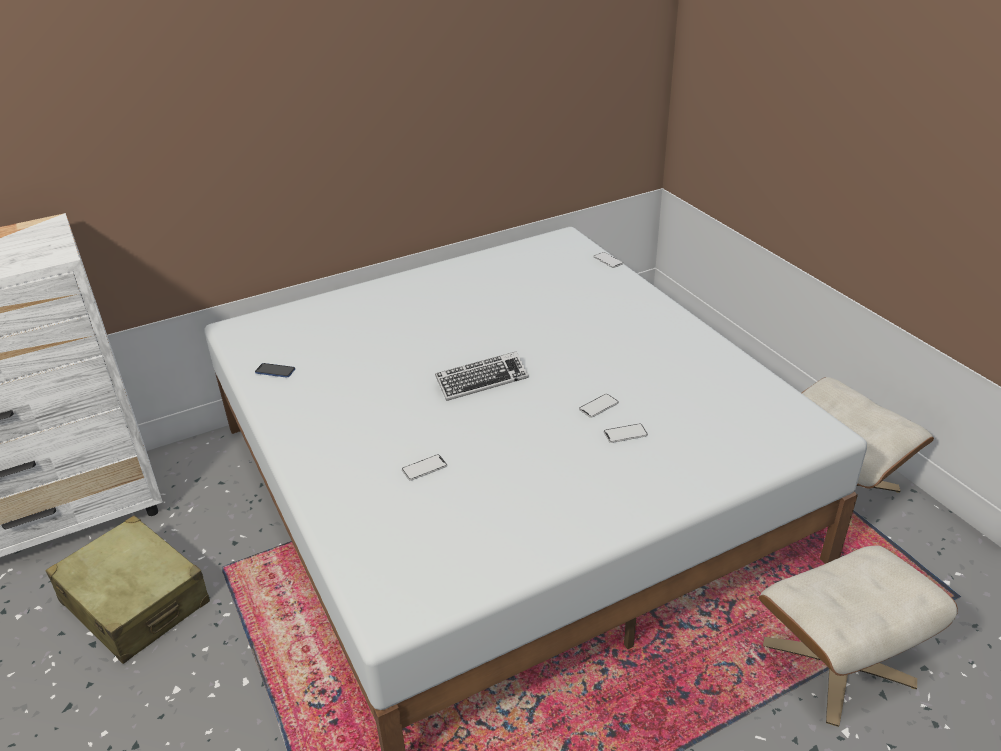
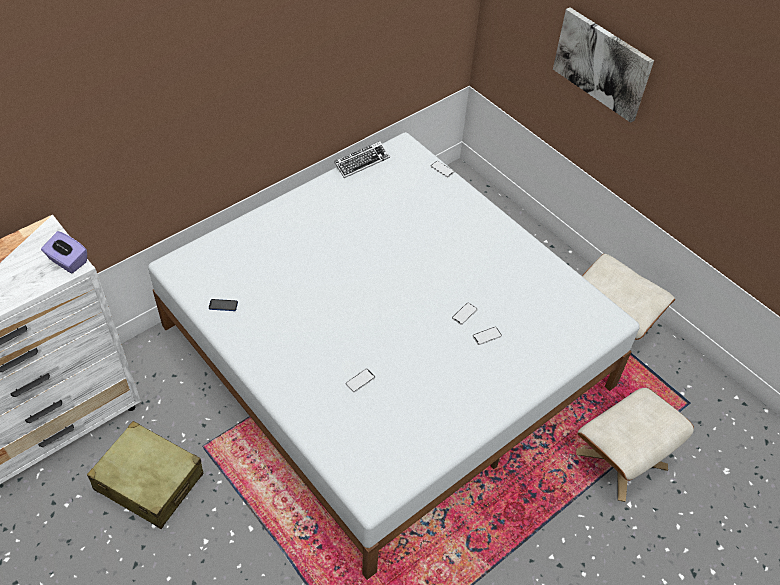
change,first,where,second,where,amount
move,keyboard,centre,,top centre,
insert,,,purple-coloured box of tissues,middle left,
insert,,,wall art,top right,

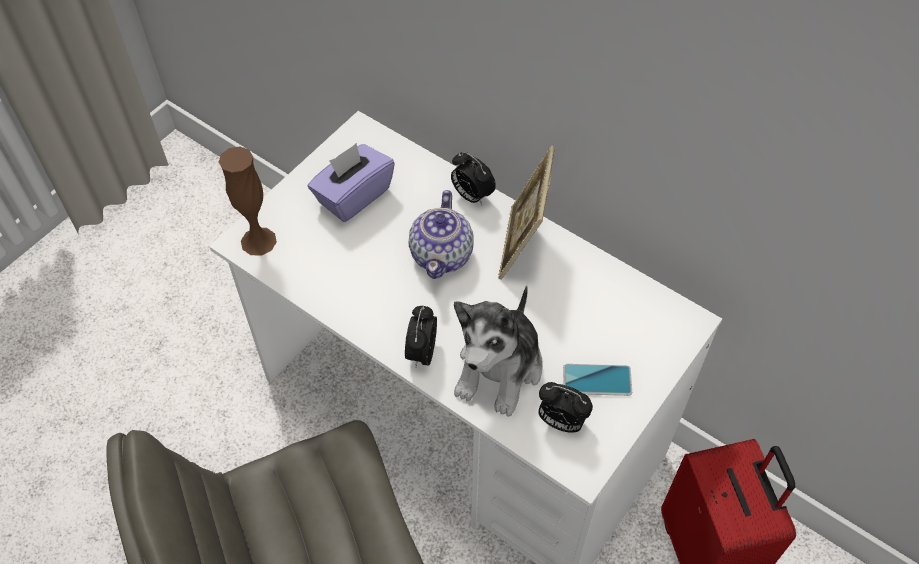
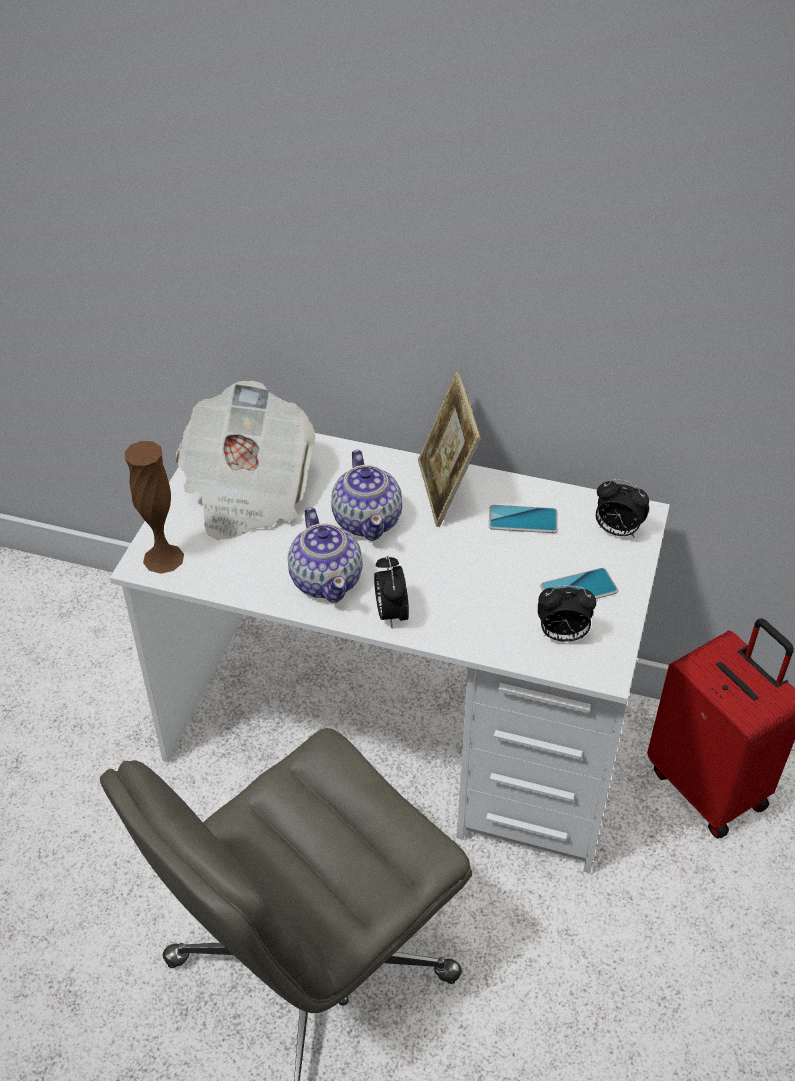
change,first,where,second,where,amount
replace,purple-coloured box of tissues,top centre,newspaper,middle left,
move,bedside clock (2nd from left in the first image),top centre,bedside clock (3rd from left),middle right,
delete,plush toy,centre,,,
insert,,,pot for tea (1st from left),centre,
insert,,,telephone (1st from left),centre,

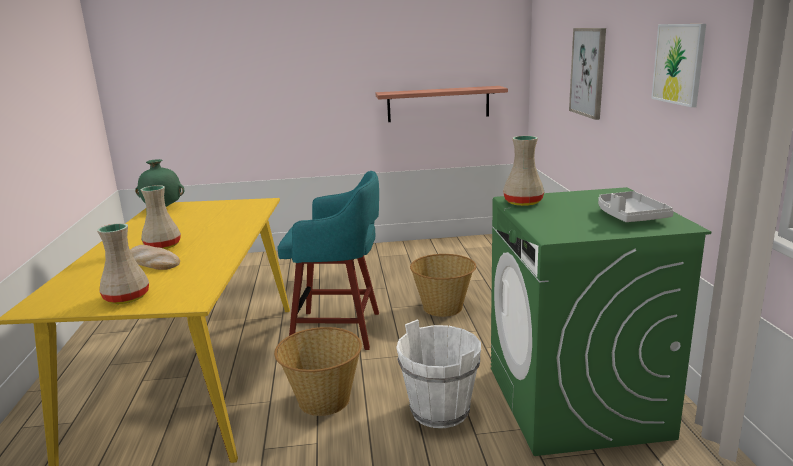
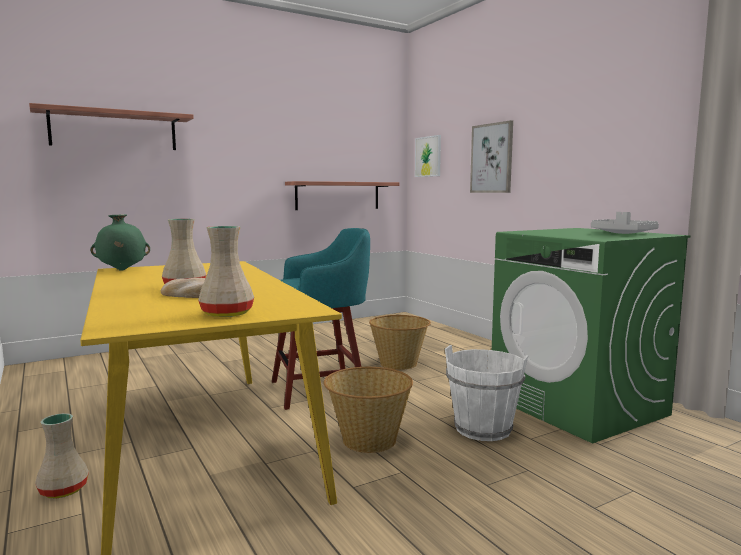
change,first,where,second,where,amount
move,beige-coloured decorative vase (3rd from left in the first image),centre,beige-coloured decorative vase (1st from left),bottom left,
move,wall art (2nd from left in the first image),top right,wall art (1st from left),top centre,
insert,,,wall shelf (1st from left),top left,

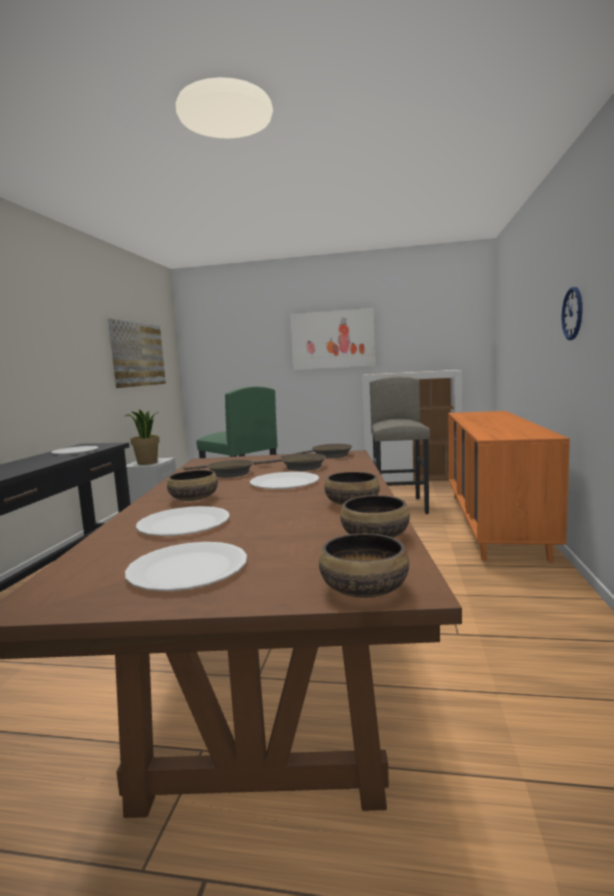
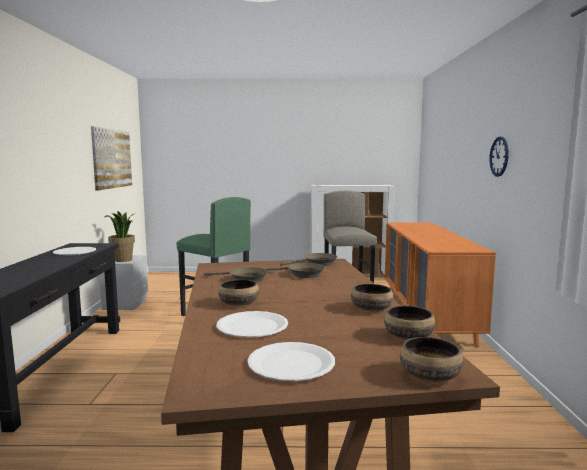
change,first,where,second,where,amount
delete,white dinner plate (4th from left),centre,,,
delete,wall art (2nd from left),centre,,,

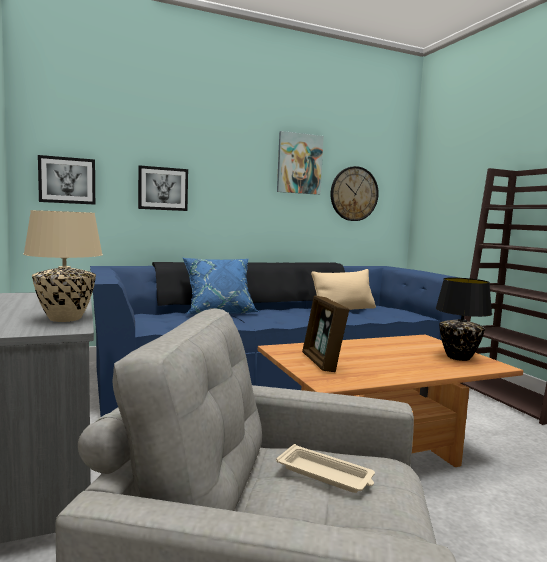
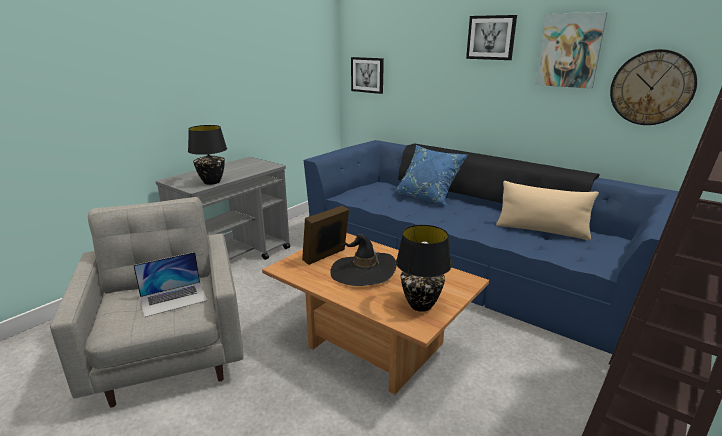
change,first,where,second,where,amount
recolor,beige-coloured table lamp,middle left,blackish table lamp (1st from left),middle left,
move,wall art (2nd from left),middle left,,top right,
replace,beige-coloured serving tray,bottom centre,notebook computer,middle left,
insert,,,blackish hat,centre,

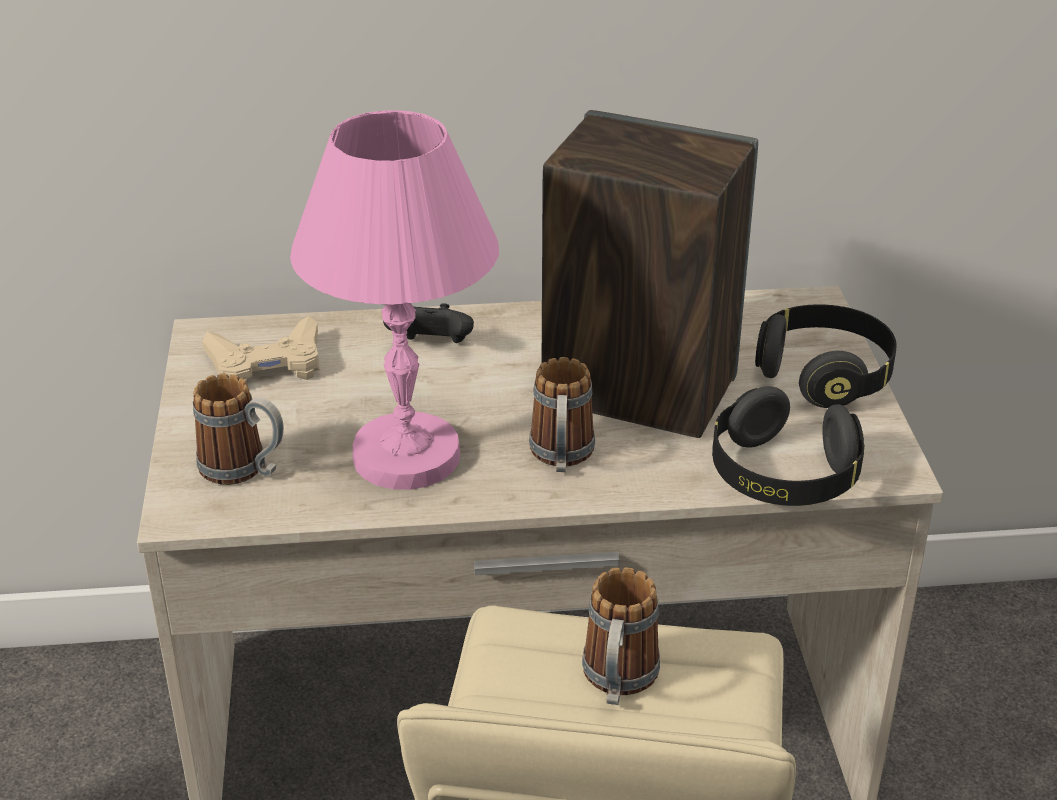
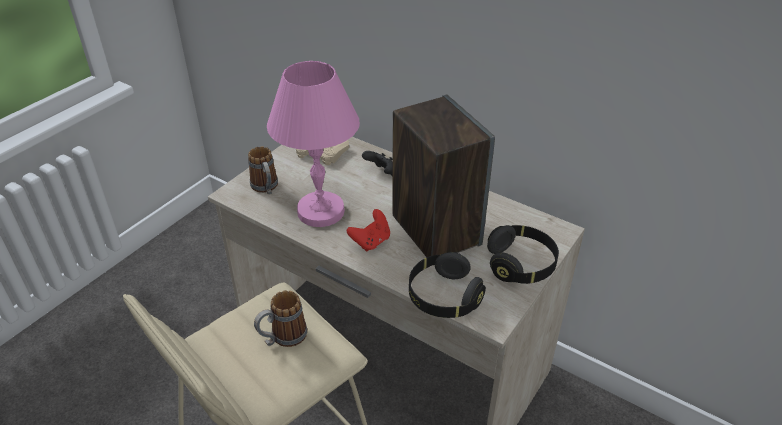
change,first,where,second,where,amount
replace,tea mug (2nd from left),centre,reddish gamepad,centre,

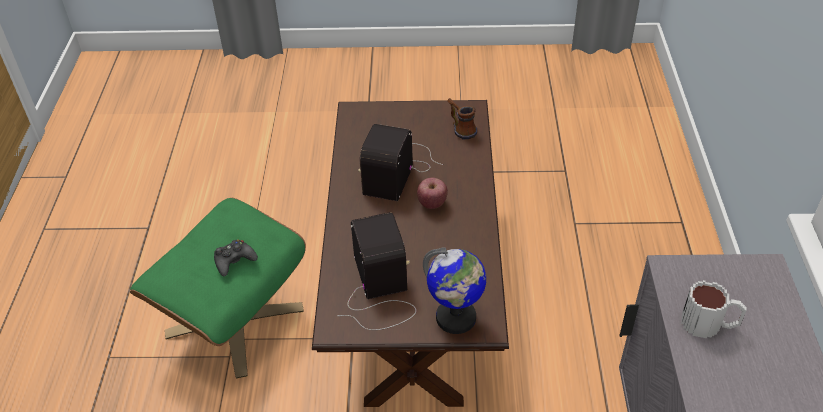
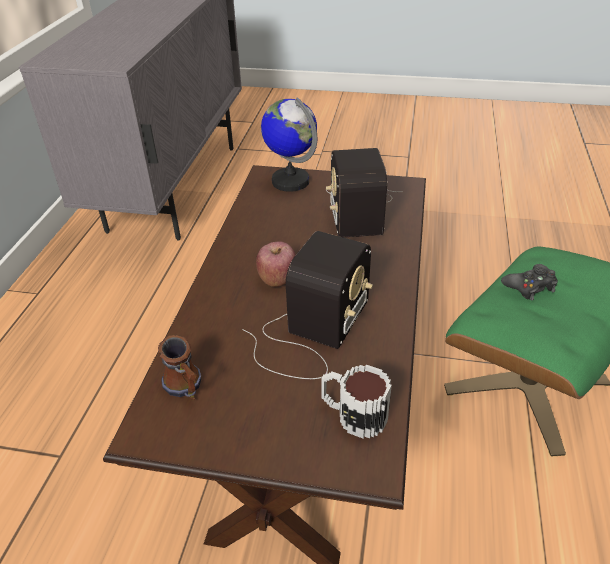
change,first,where,second,where,amount
move,tea mug (2nd from left),bottom right,,bottom centre,

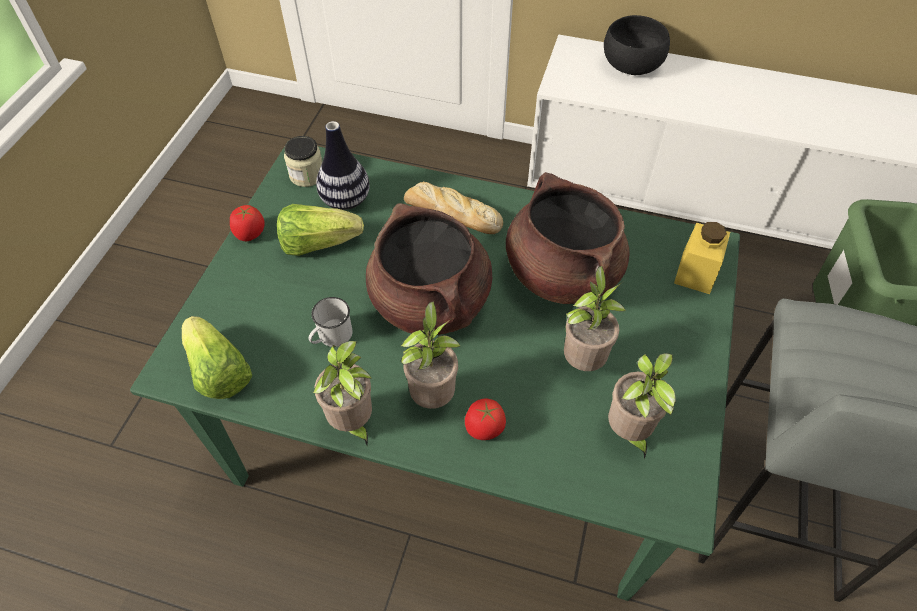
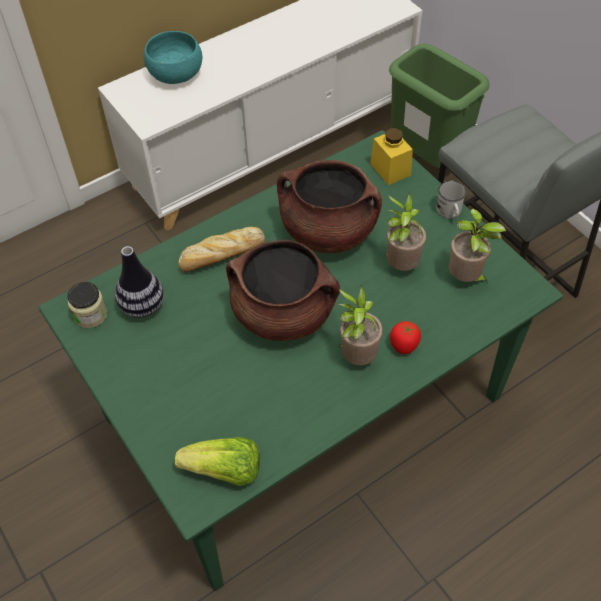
change,first,where,second,where,amount
delete,whole tomato (1st from left),middle left,,,
delete,head of lettuce (2nd from left),centre,,,
move,white tea mug,centre,,top right,
delete,potted plant (1st from left),centre,,,
recolor,blackish deep dish,top right,turquoise deep dish,top left,

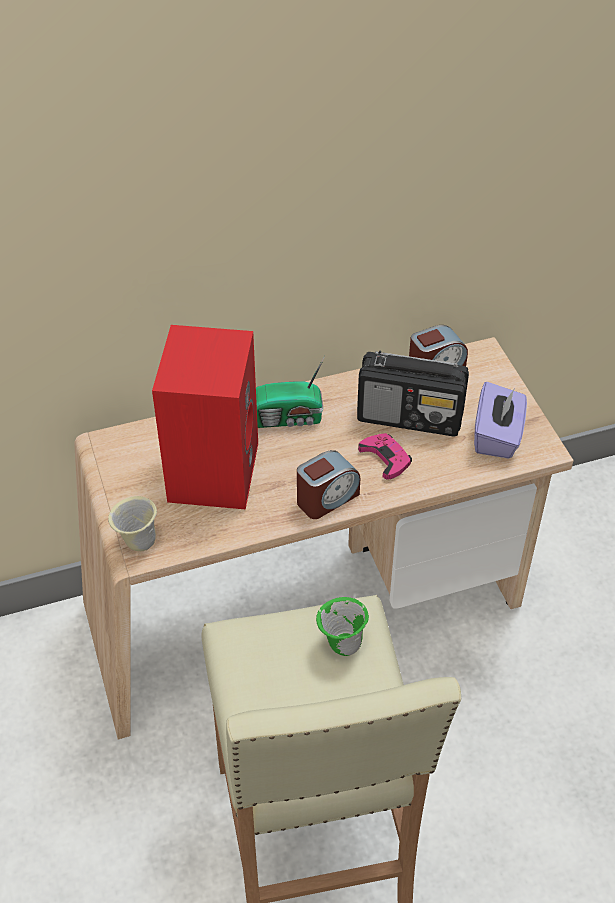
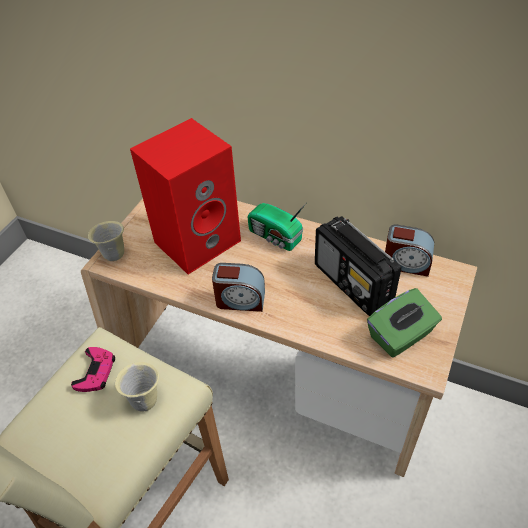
change,first,where,second,where,amount
recolor,green-coloured tea mug,bottom centre,beige-coloured tea mug (2nd from left),bottom left,
move,pink gamepad,centre,,bottom left,
recolor,purple-coloured box of tissues,middle right,green-coloured box of tissues,middle right,

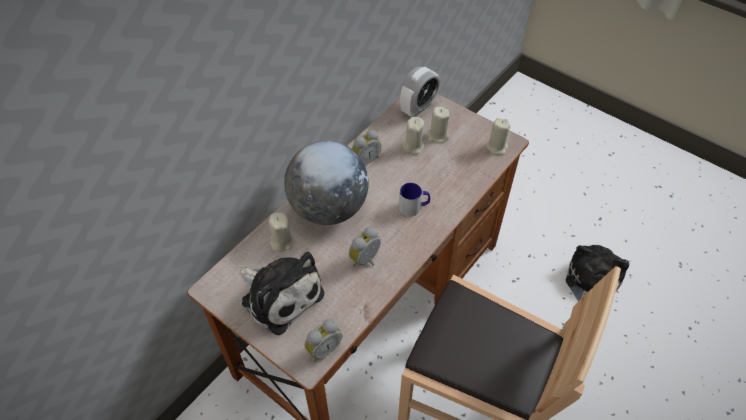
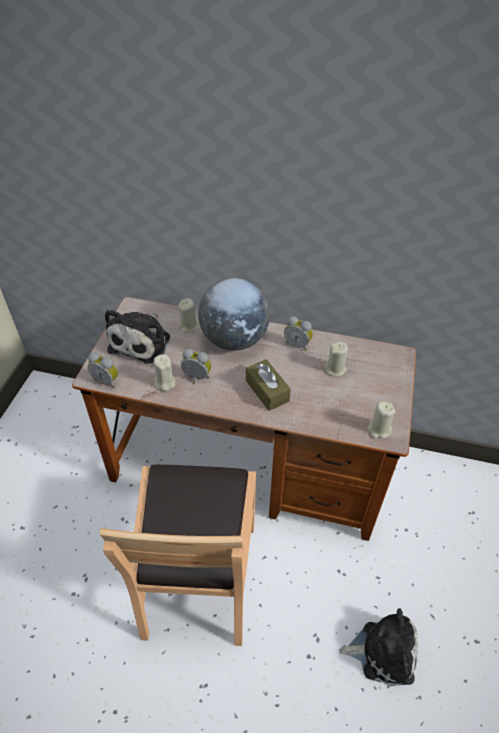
change,first,where,second,where,amount
replace,tea mug,centre,brownish box of tissues,centre,
delete,bedside clock (4th from left),top centre,,,
move,beige-coloured candle (3rd from left in the first image),top centre,beige-coloured candle (1st from left),middle left,

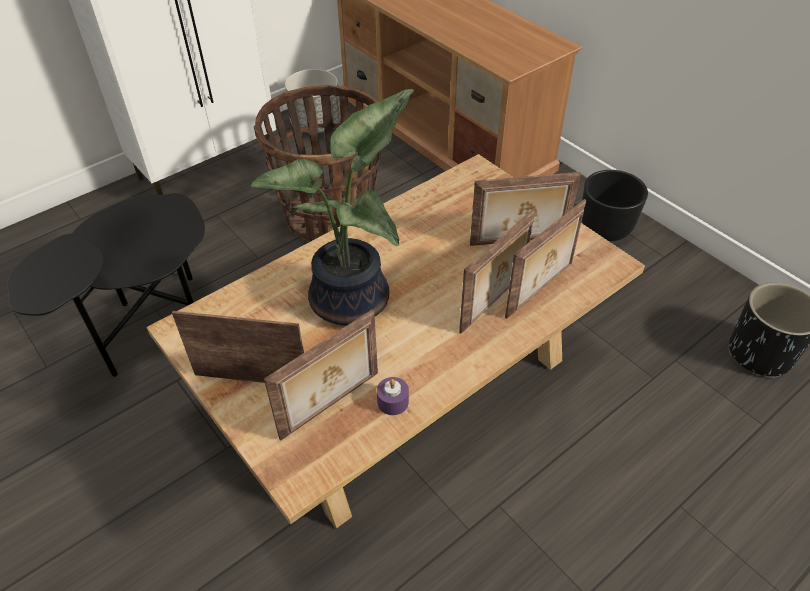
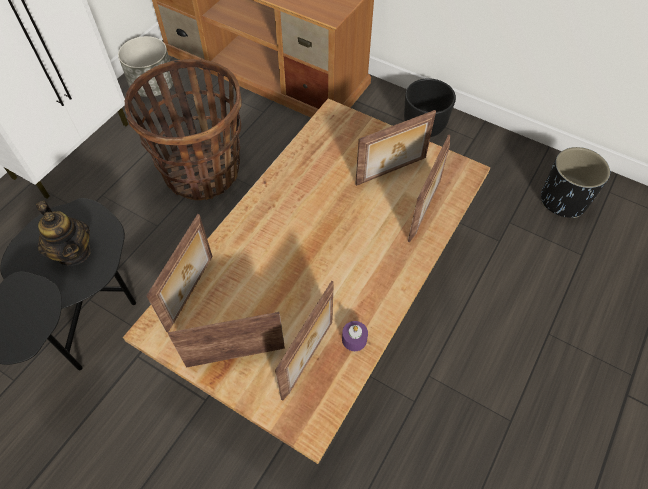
change,first,where,second,where,amount
delete,potted plant,centre,,,
move,photo frame (3rd from left in the first image),centre,photo frame (1st from left),middle left,
insert,,,pot for tea,middle left,

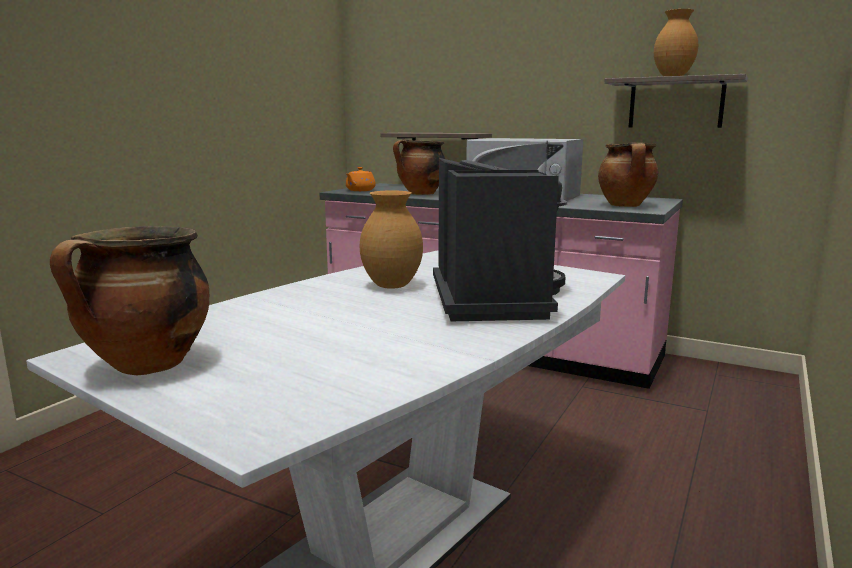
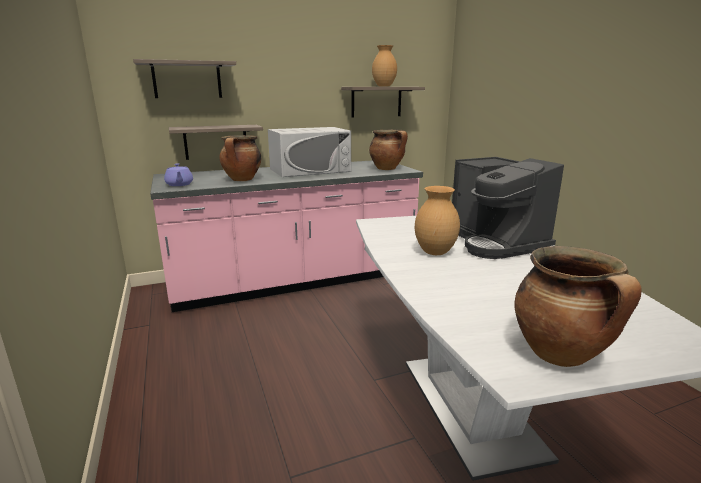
change,first,where,second,where,amount
recolor,orange-coloured pot for tea,top centre,purple-coloured pot for tea,middle left,
rotate,coffee brewer,centre,,middle right,150 degrees counterclockwise
insert,,,wall shelf (1st from left),top left,

